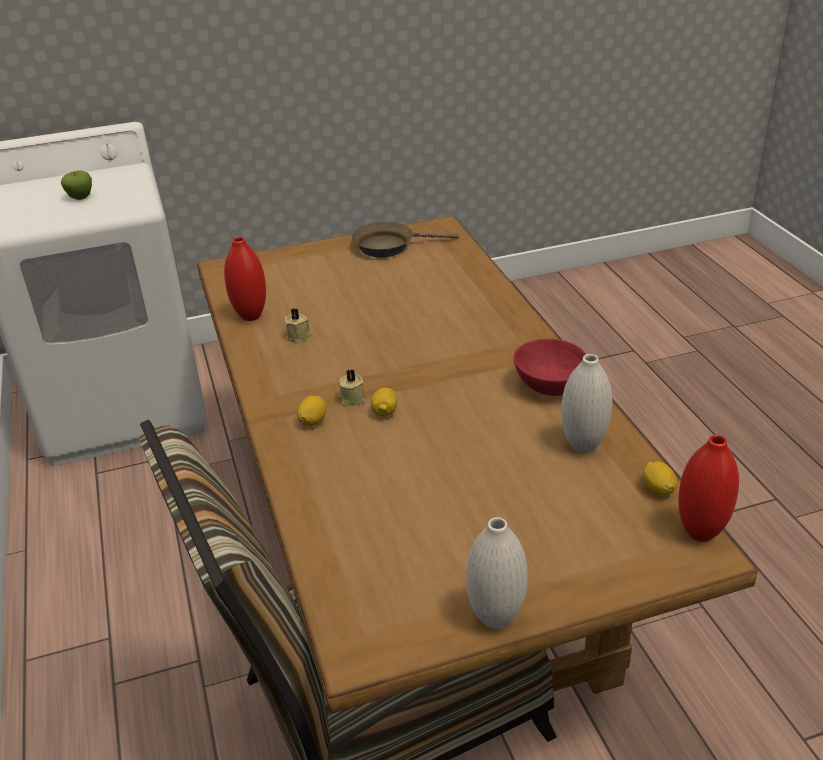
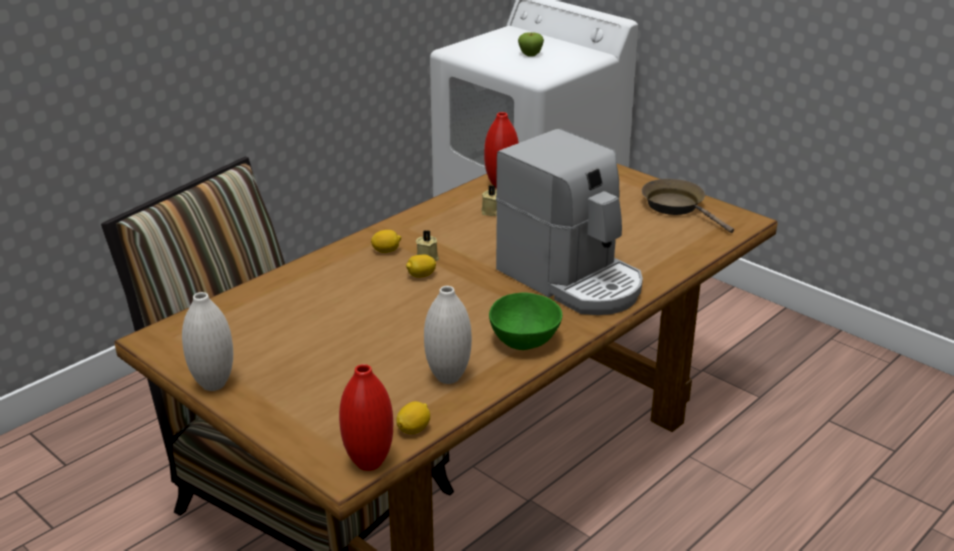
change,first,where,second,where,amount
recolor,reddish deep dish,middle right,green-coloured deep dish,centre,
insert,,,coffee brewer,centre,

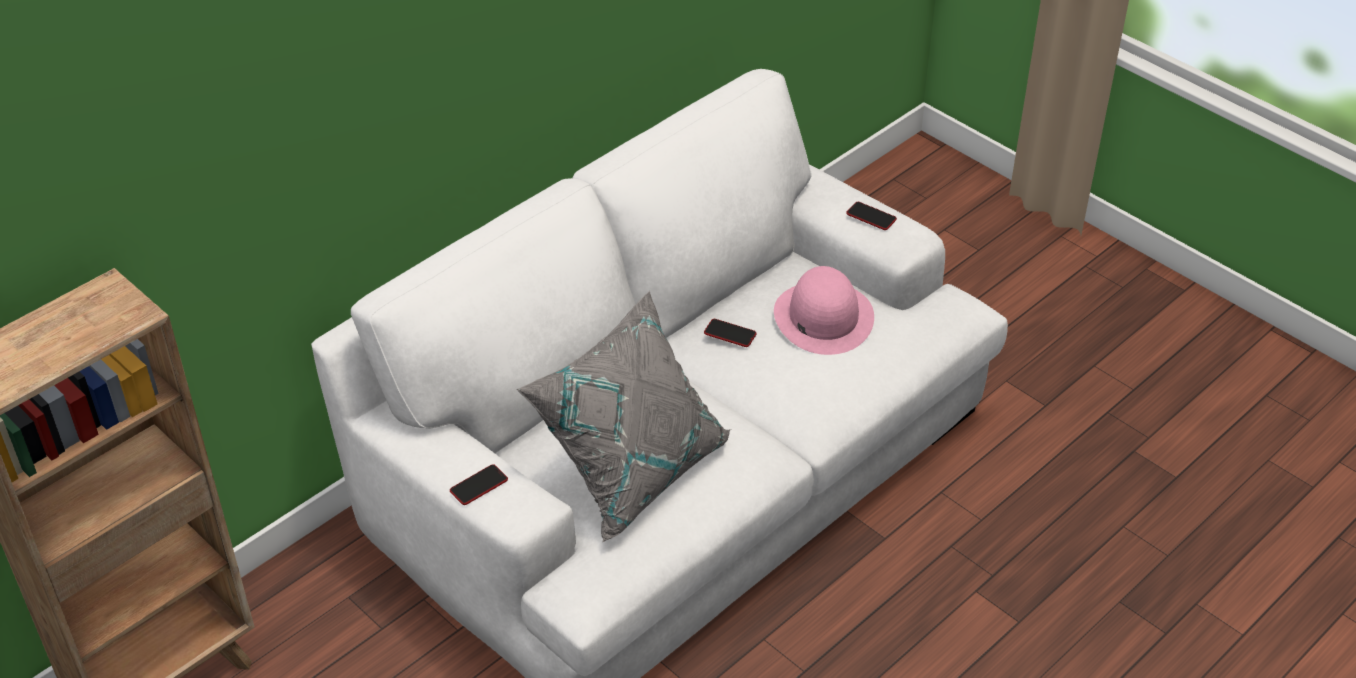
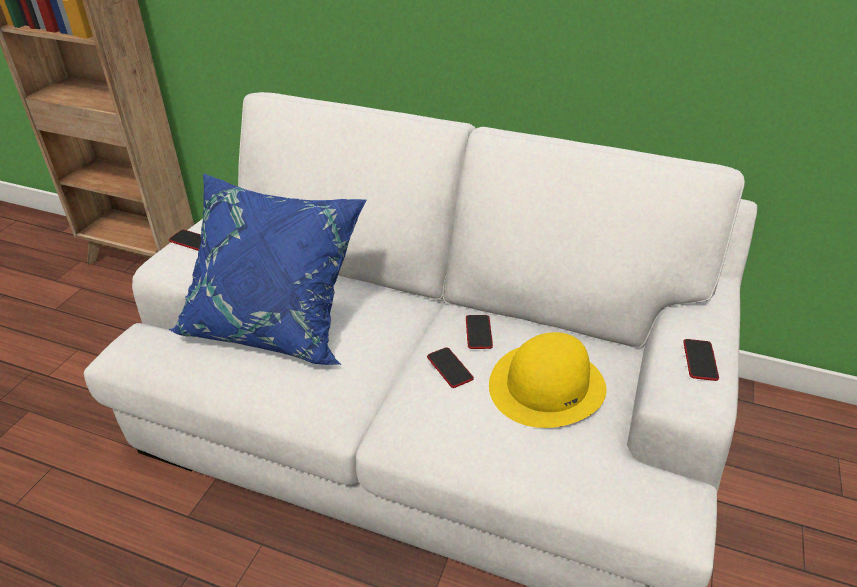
change,first,where,second,where,amount
recolor,gray pillow,centre,blue-coloured pillow,middle left,
recolor,pink hat,centre,yellow-coloured hat,centre,
insert,,,telephone (2nd from left),centre,

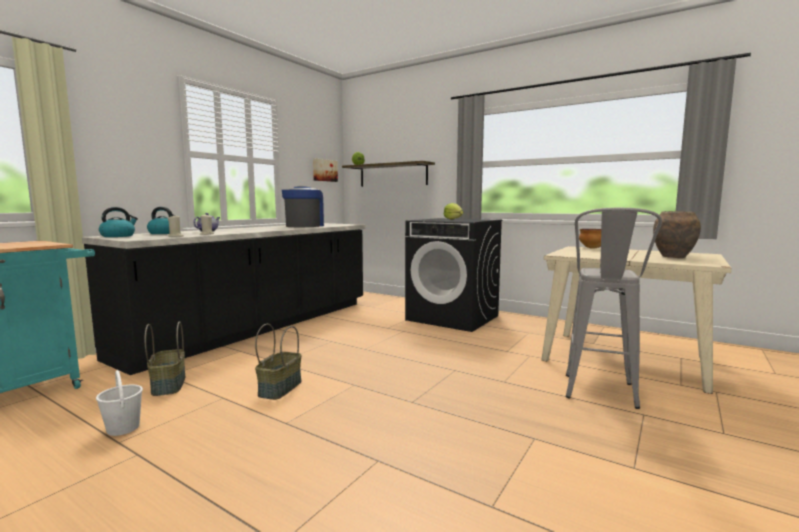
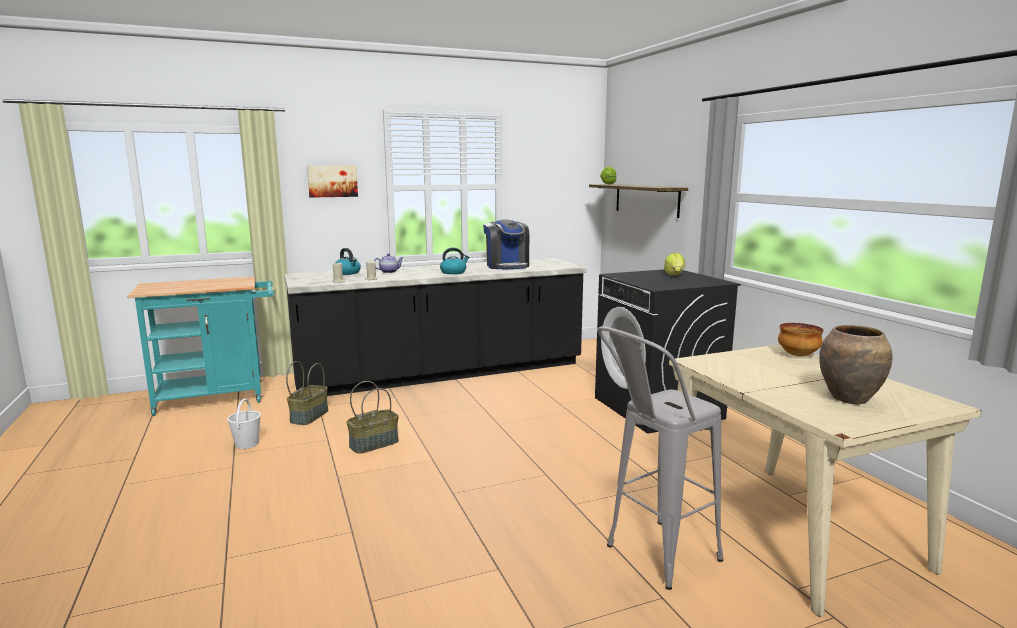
change,first,where,second,where,amount
move,kettle (1st from left in the first image),middle left,kettle (2nd from left),centre,
rotate,coffee brewer,centre,,centre,120 degrees clockwise
move,wall art,top centre,,top left,

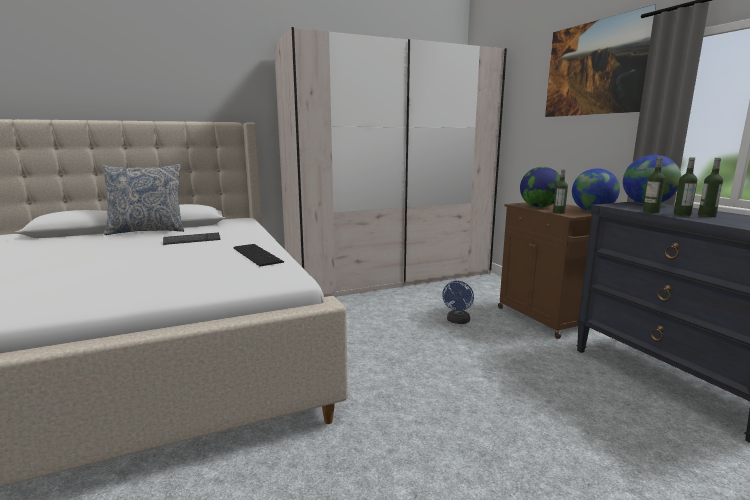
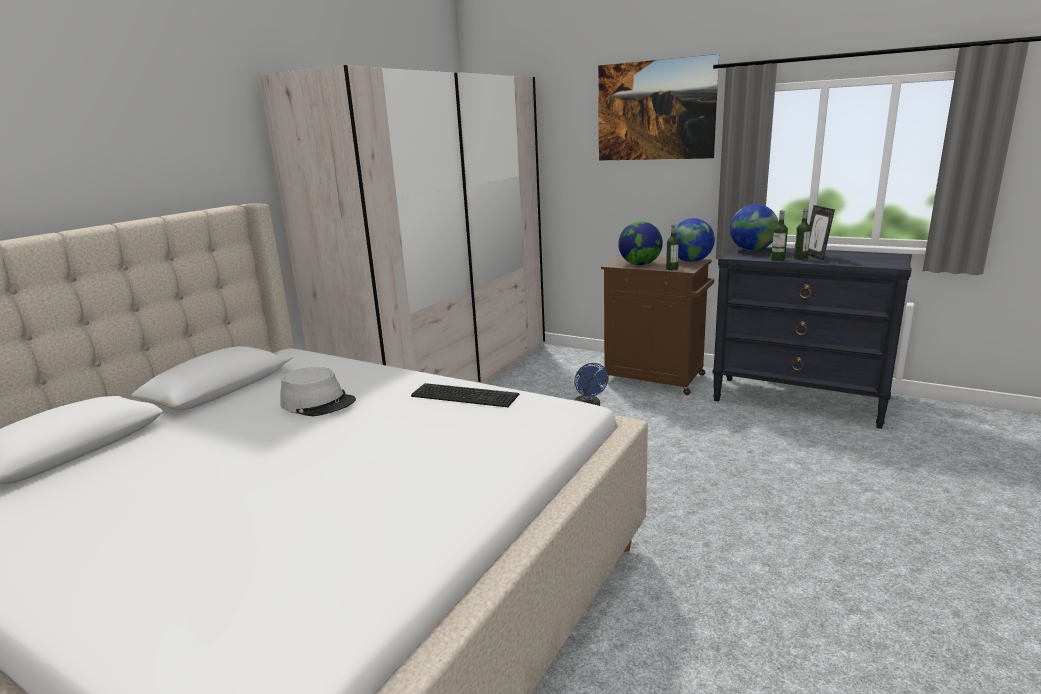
change,first,where,second,where,amount
delete,pillow,middle left,,,
replace,keyboard (1st from left),middle left,gray hat,middle left,
replace,beverage bottle (4th from left),middle right,photo frame,middle right,

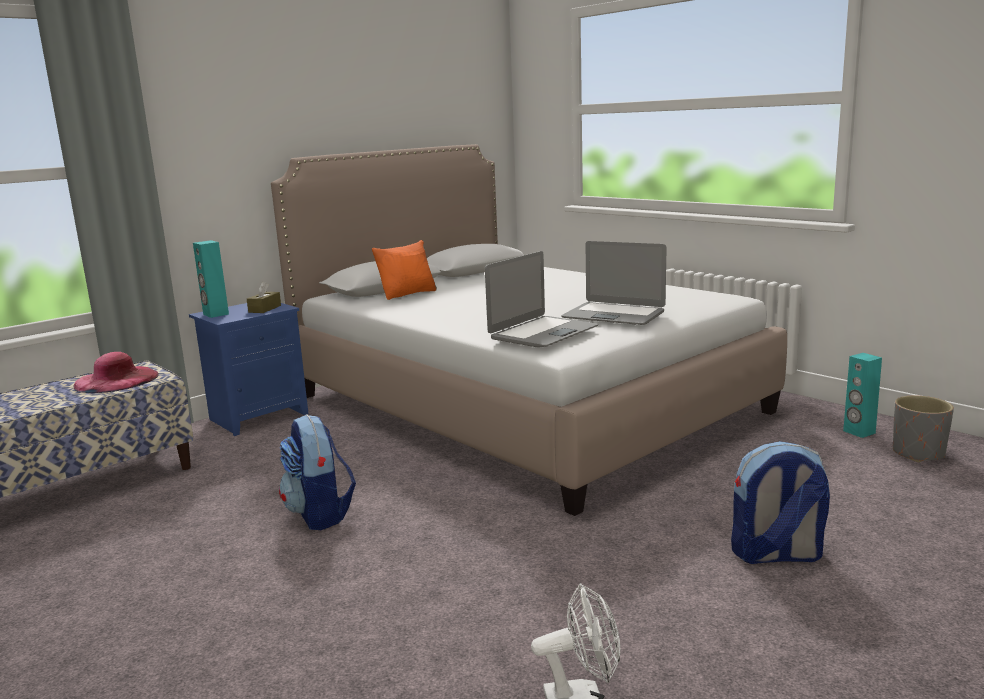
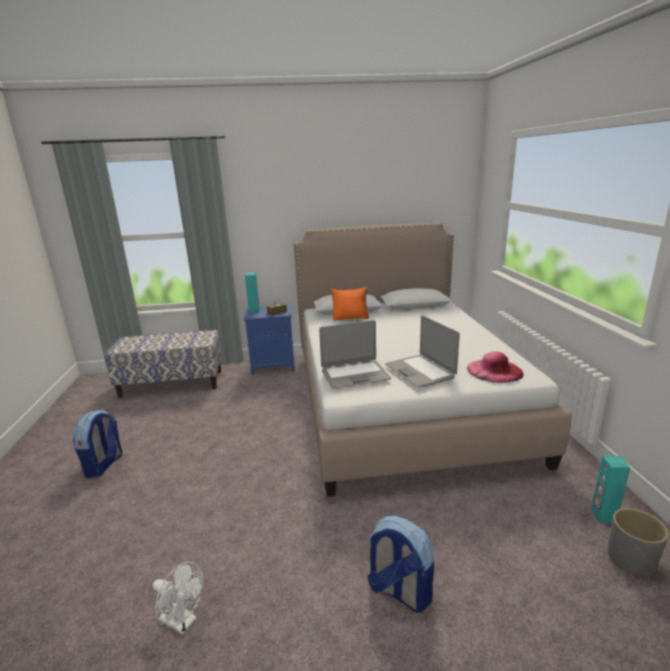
change,first,where,second,where,amount
move,pink hat,middle left,,middle right,
move,knapsack (1st from left),bottom left,,middle left,

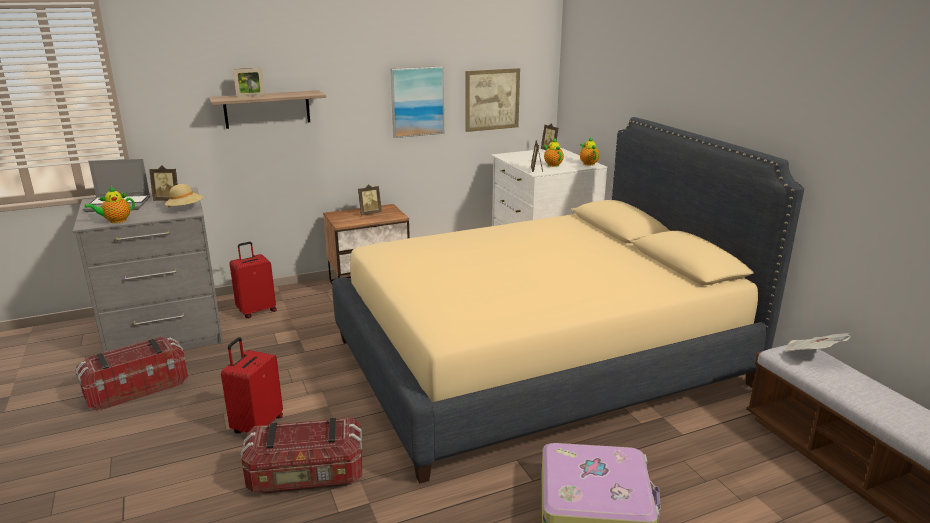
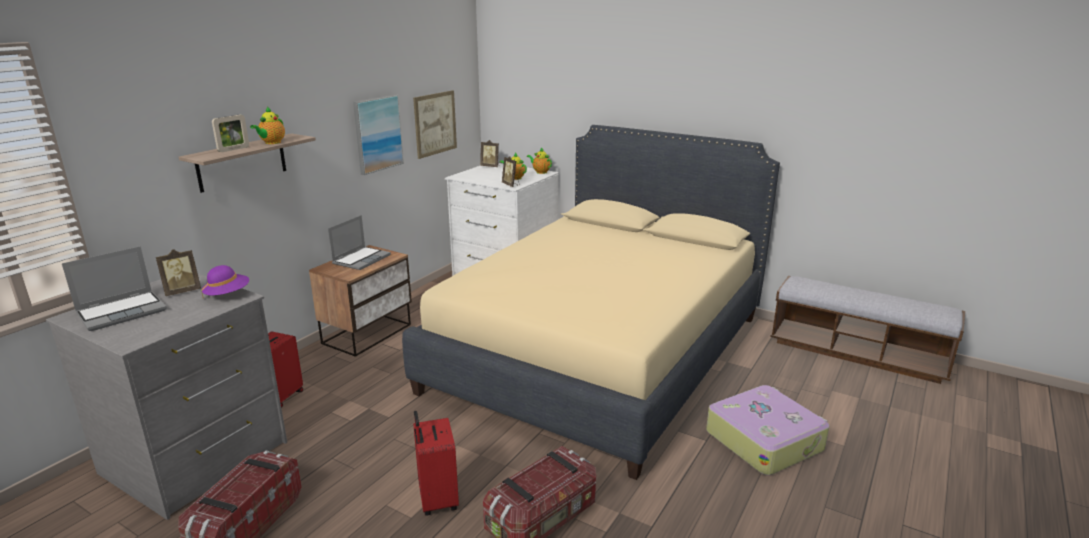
change,first,where,second,where,amount
move,pot for tea (1st from left),middle left,,top left,
recolor,beige-coloured hat,middle left,purple-coloured hat,middle left,
replace,photo frame (3rd from left),centre,notebook computer (2nd from left),middle left,
delete,newspaper,middle right,,,

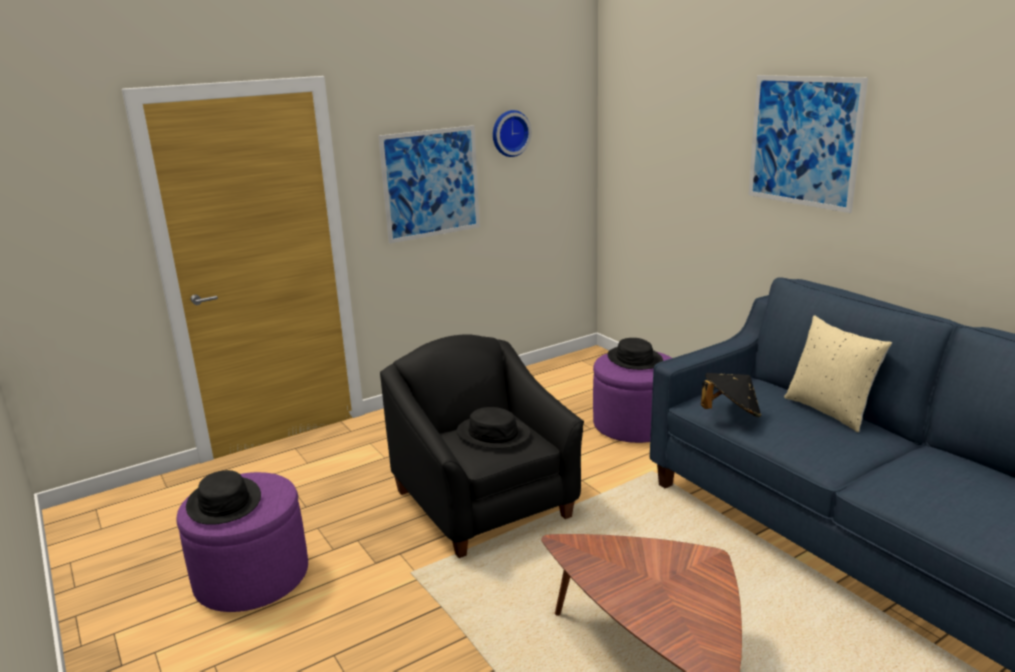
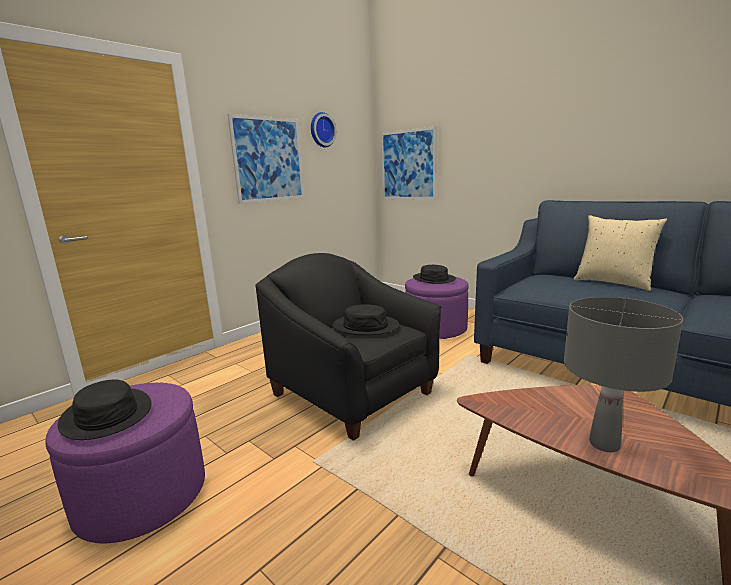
change,first,where,second,where,amount
delete,blackish hat (4th from left),middle right,,,
move,wall art (2nd from left),top right,,top centre,
insert,,,gray table lamp,middle right,

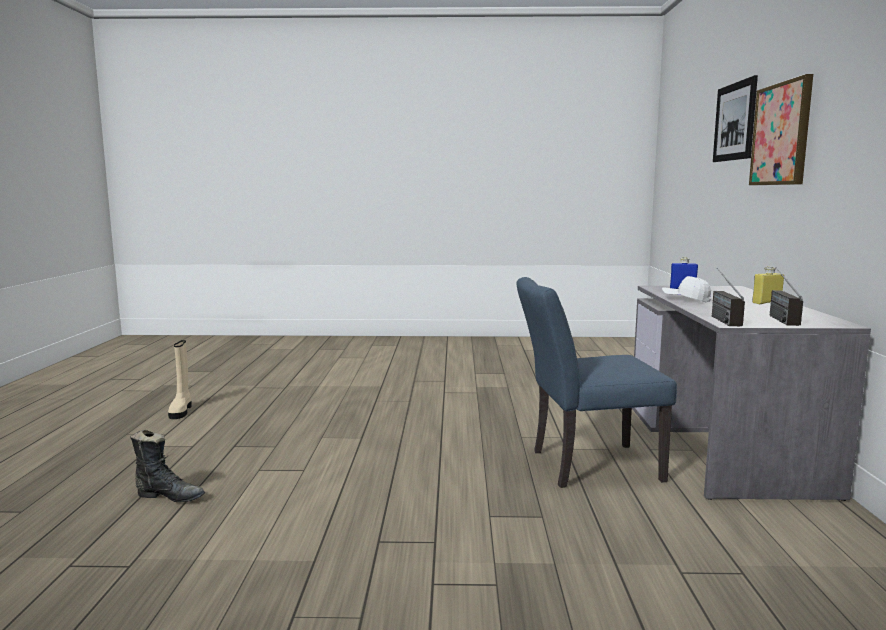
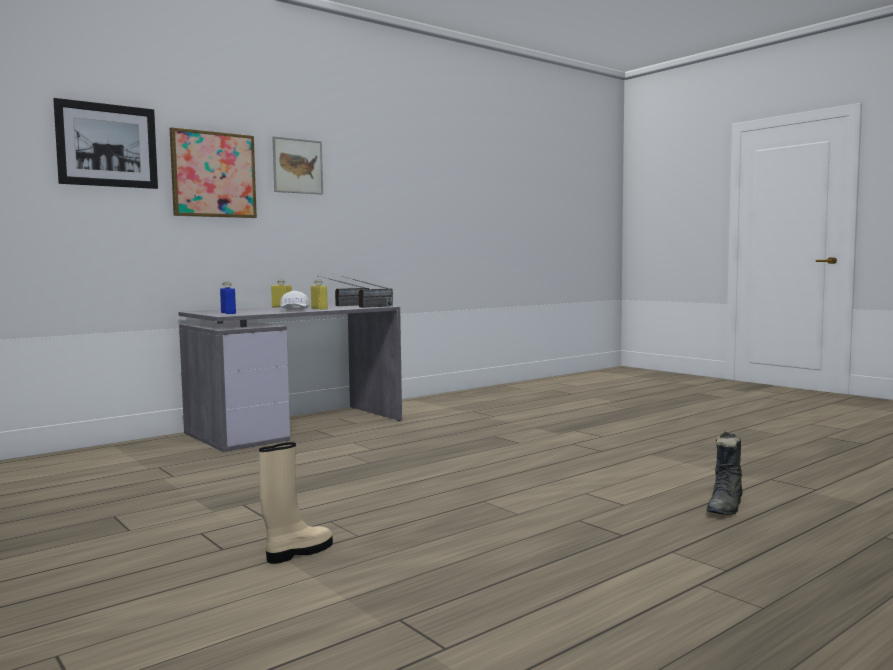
change,first,where,second,where,amount
rotate,blackish tall boot,bottom left,,bottom right,120 degrees counterclockwise
move,beige-coloured tall boot,middle left,,bottom left,
delete,blue-coloured chair,middle right,,,
insert,,,wall art (3rd from left),top left,
insert,,,yellow-coloured beverage bottle (2nd from left),centre,

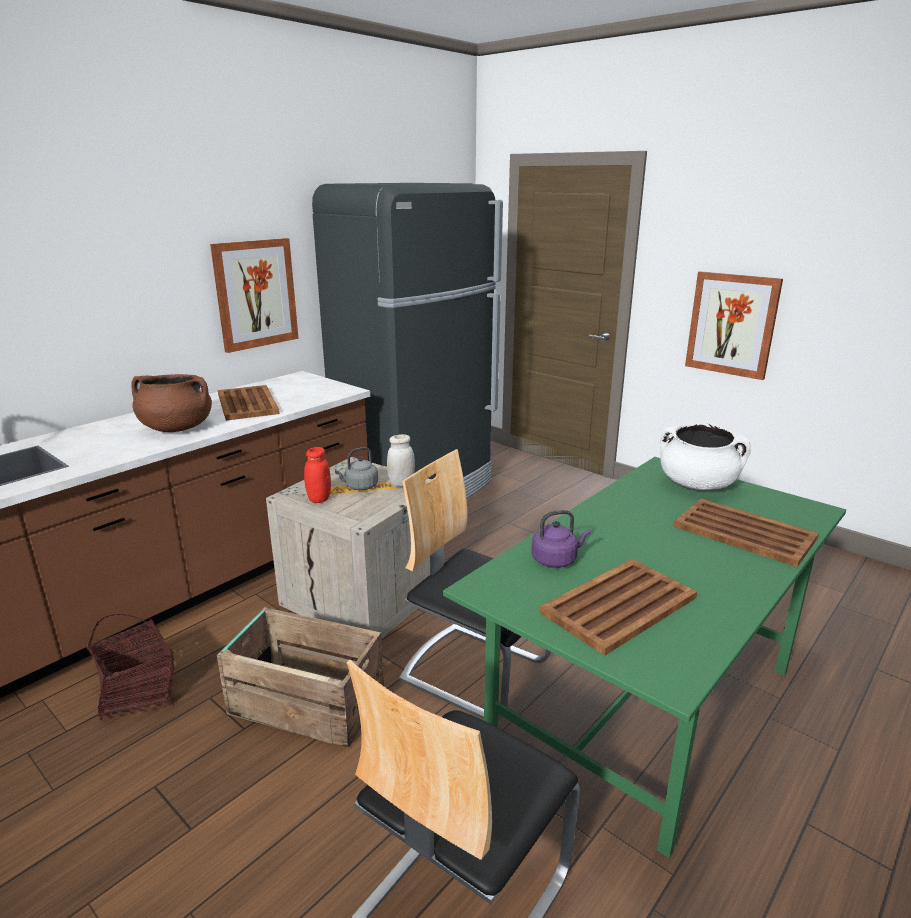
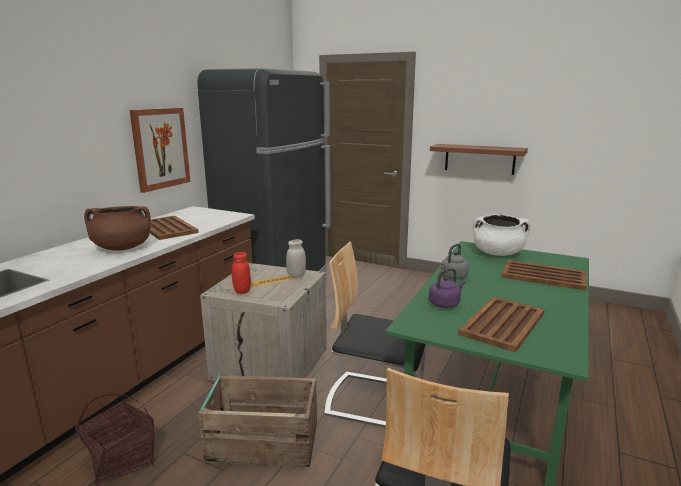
change,first,where,second,where,amount
move,gray kettle,centre,,middle right,
replace,wall art (2nd from left),middle right,brownish wall shelf,top right,

